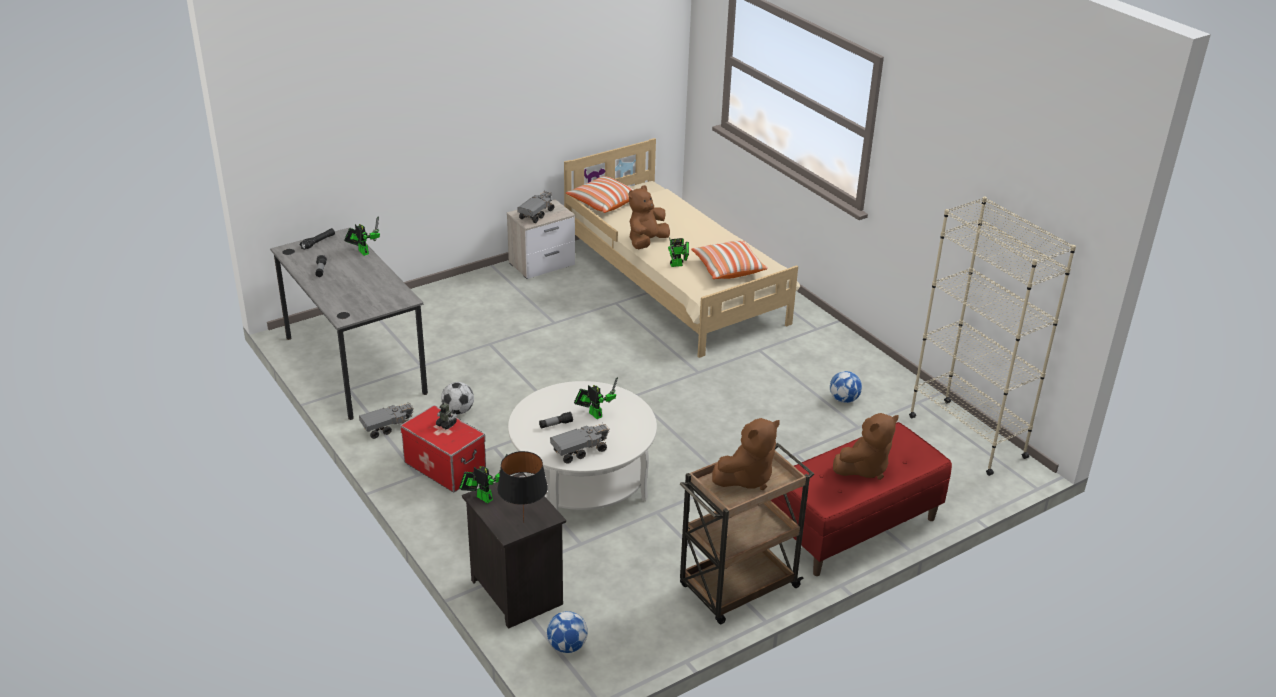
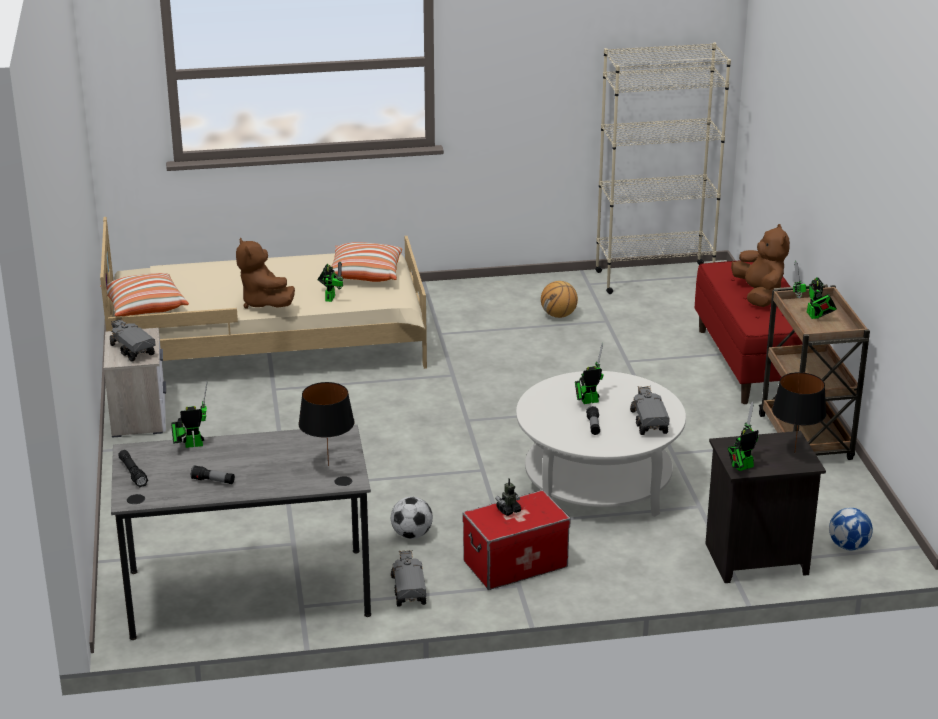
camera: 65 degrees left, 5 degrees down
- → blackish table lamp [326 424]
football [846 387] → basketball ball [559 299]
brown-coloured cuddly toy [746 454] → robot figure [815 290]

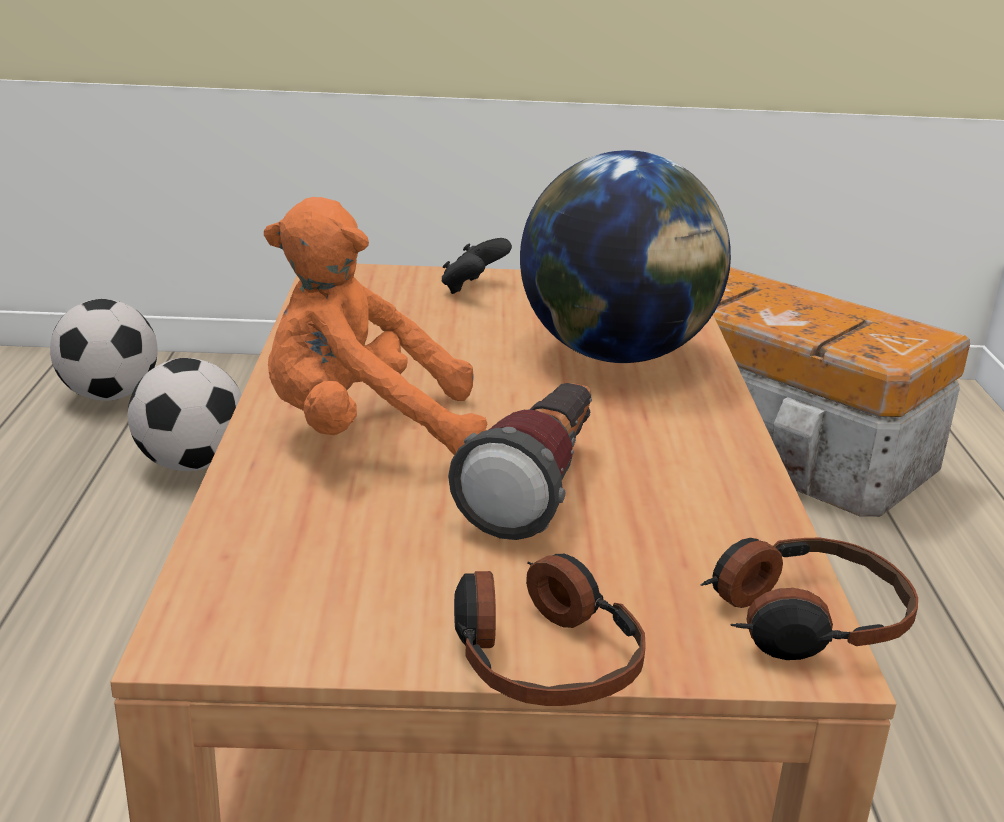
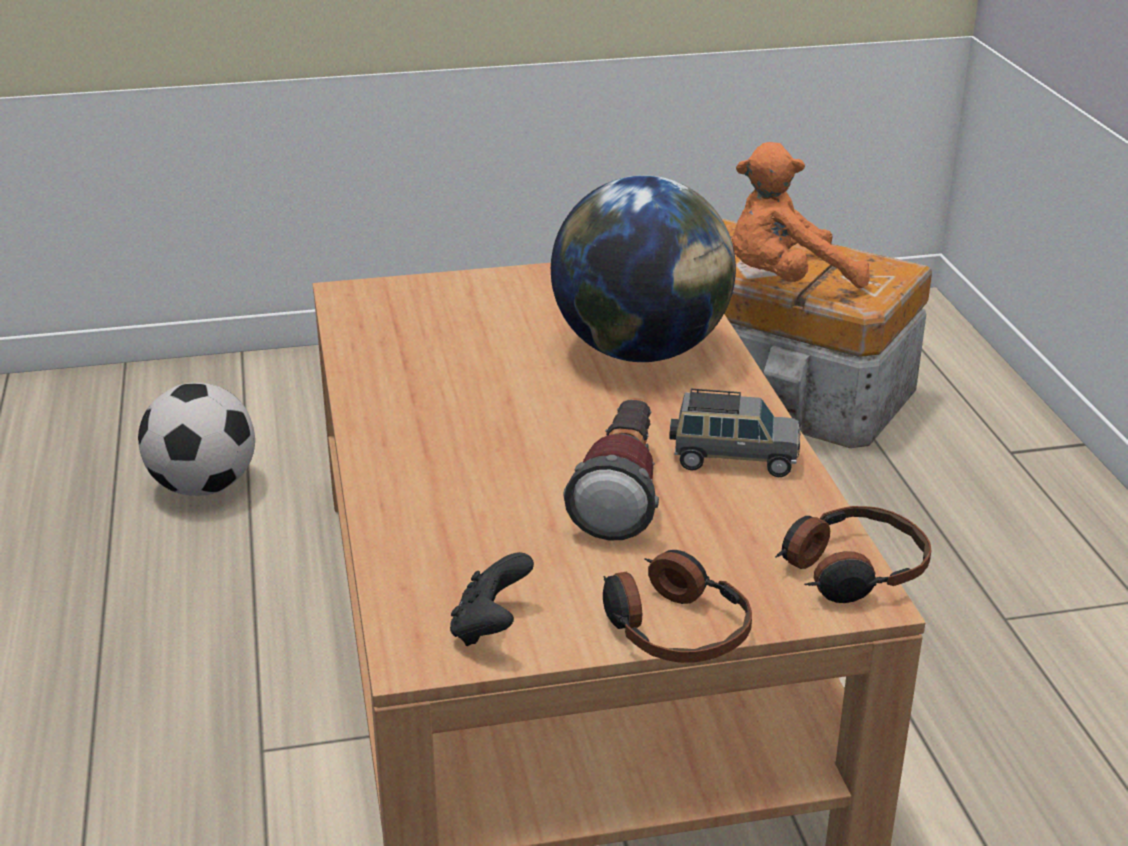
camera: 10 degrees left, 5 degrees up
blackish game controller [476 266] → blackish game controller [492 599], shifted
- → greyish toy car [734 433]
orange cuddly toy [375 326] → orange cuddly toy [801 215], shifted
football [104 350] → -

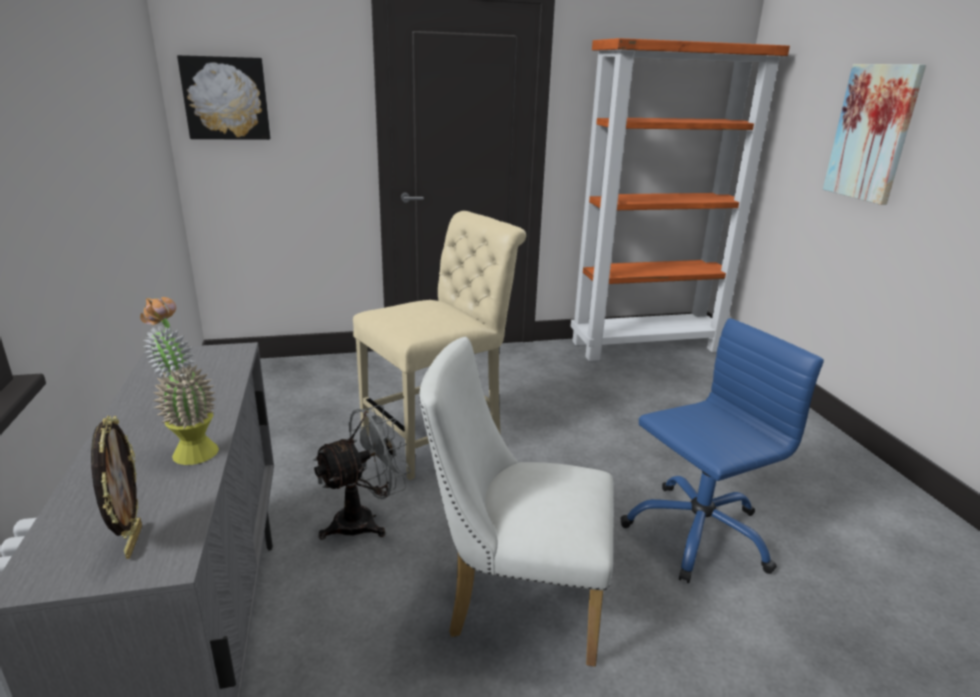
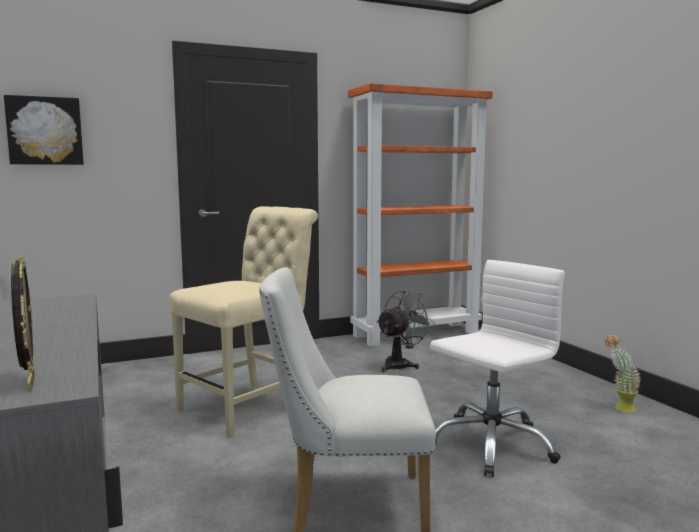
camera: 10 degrees left, 15 degrees down
greyish fan [362 472] → greyish fan [406 331], shifted
bluish office chair [722 450] → white office chair [497 368]
houseplant [179 381] → houseplant [623 373], shifted
wall picture [874 134] → -

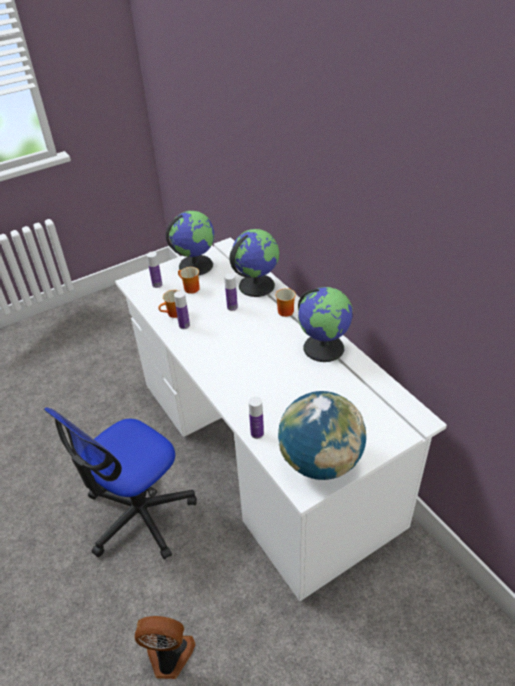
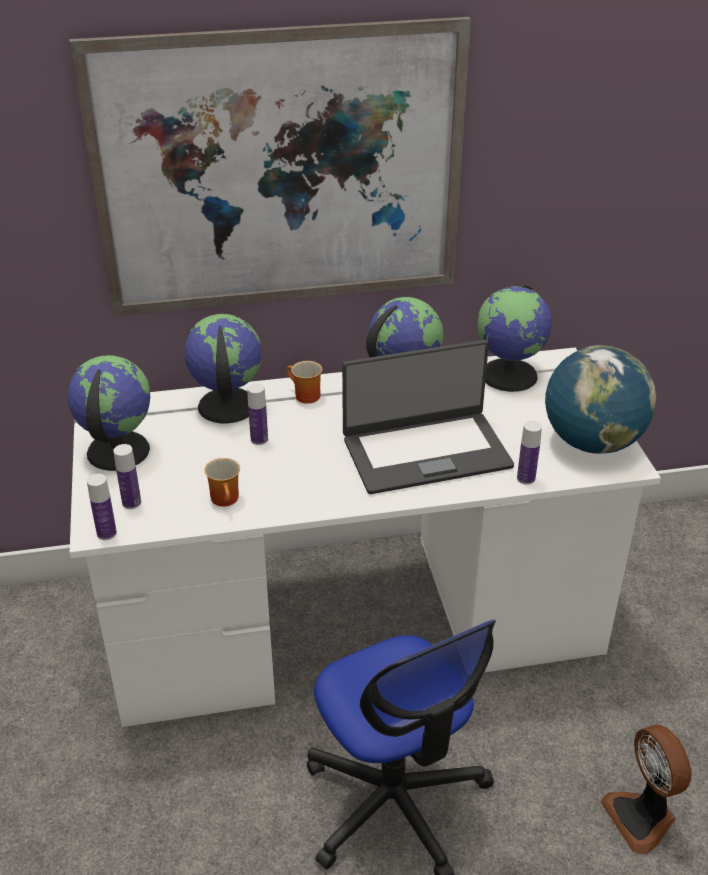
camera: 70 degrees left, 5 degrees down
- → wall picture [270 166]
bottle [182 310] → bottle [102 507], shifted
- → portable computer [428 417]
- → globe [515 338]
fan [165 647] → fan [645 789], 45 degrees counterclockwise
coffee mug [189 280] → -

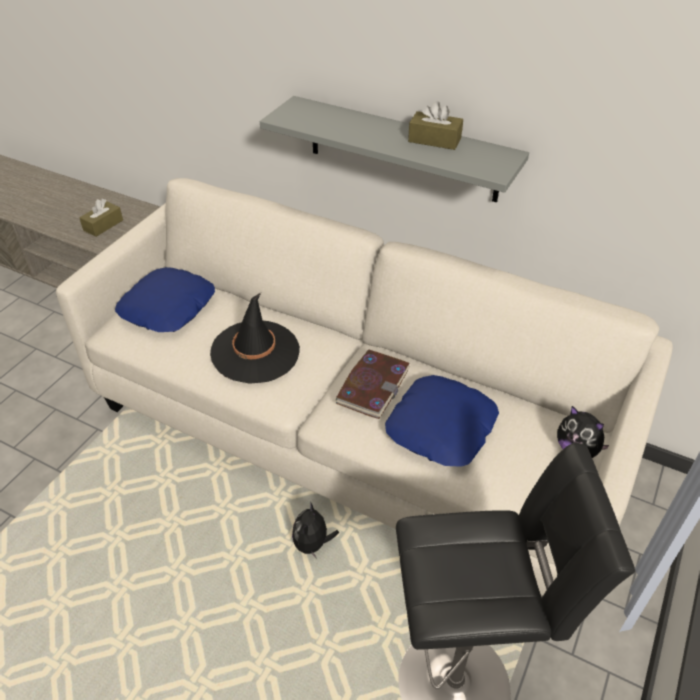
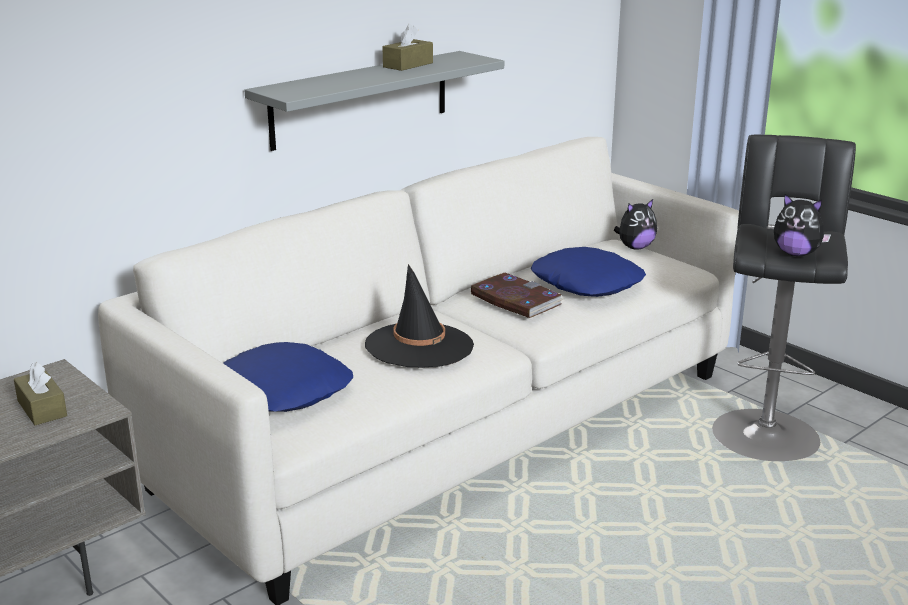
camera: 70 degrees left, 20 degrees down
cuddly toy [315 530] → cuddly toy [802 225], shifted

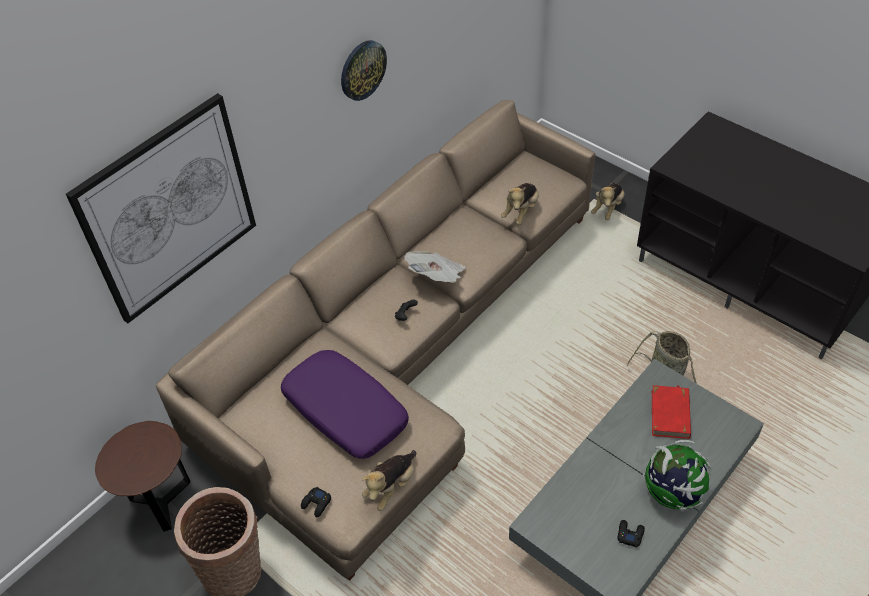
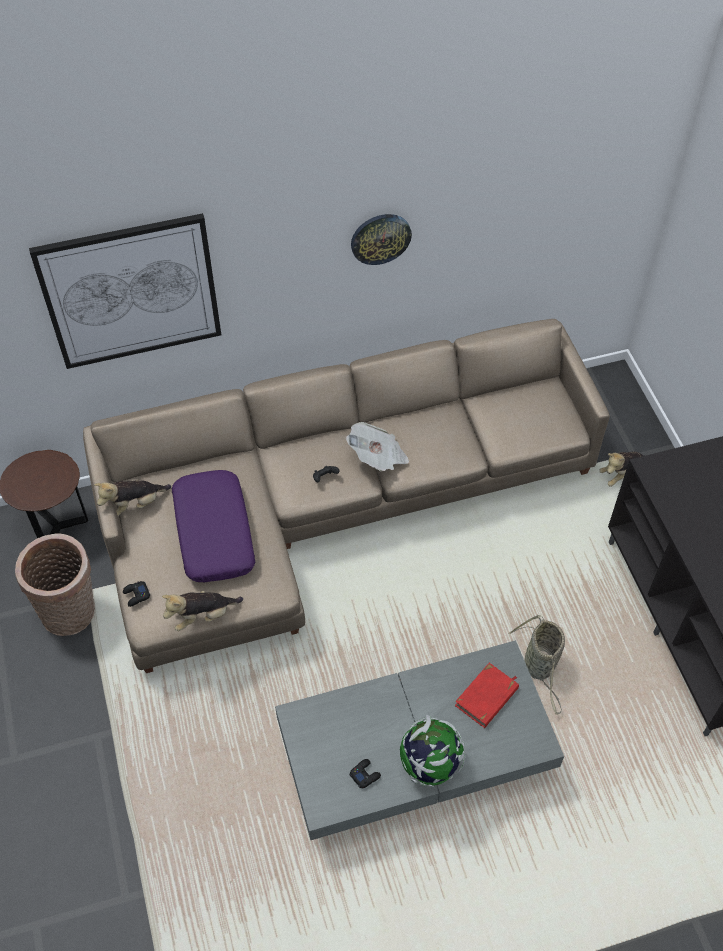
camera: 30 degrees right, 5 degrees up
cuddly toy [520 204] → cuddly toy [132 498], shifted

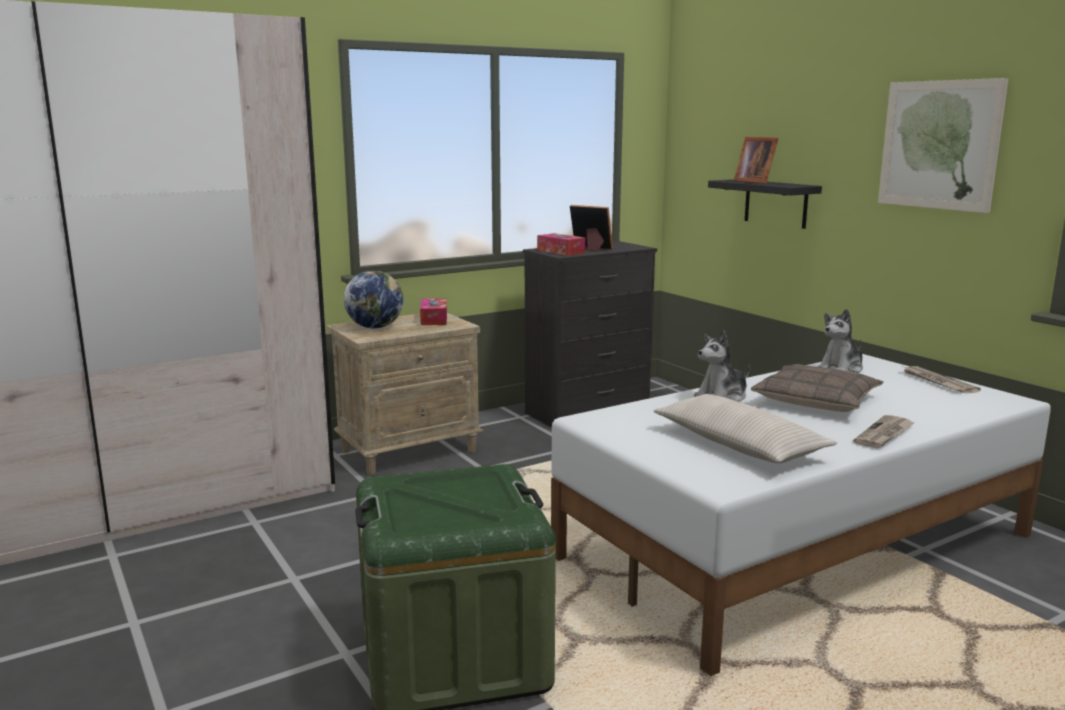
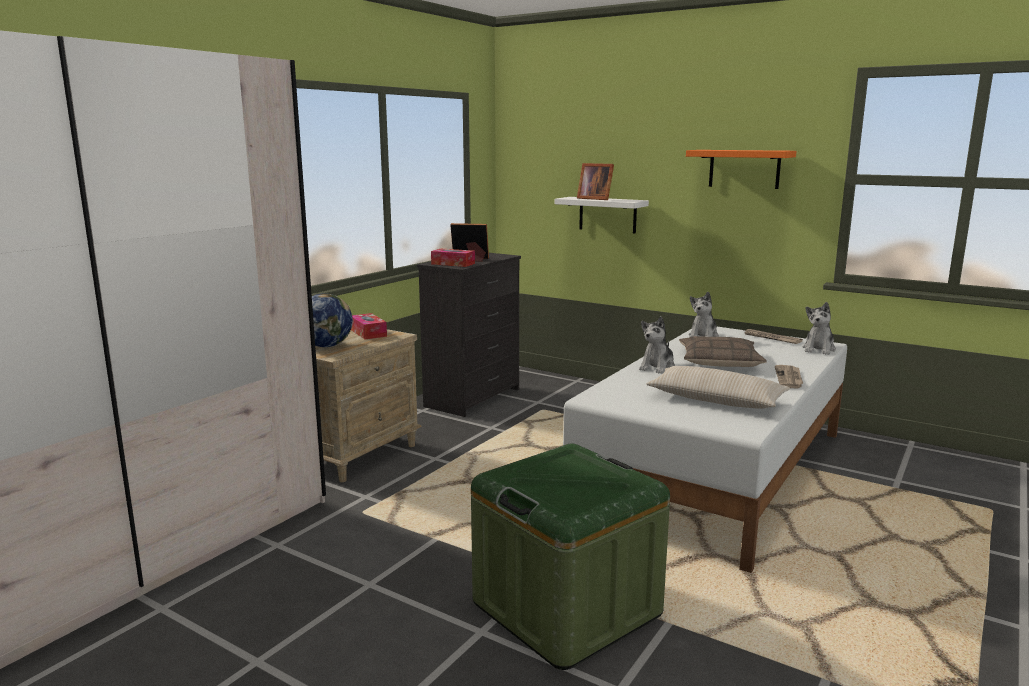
camera: 25 degrees left, 0 degrees up
blackish bracket shelf [765 204] → white bracket shelf [602 215]
wall picture [943 145] → orange bracket shelf [741 169]
- → cuddly toy [819 328]

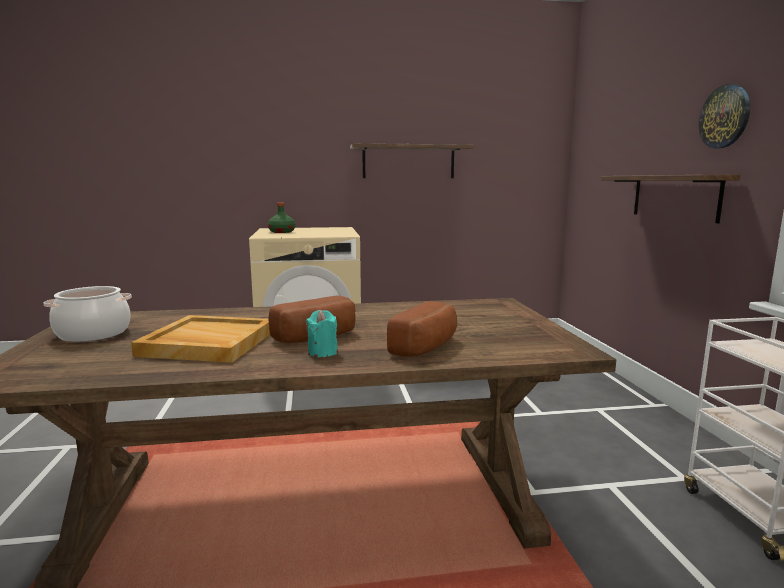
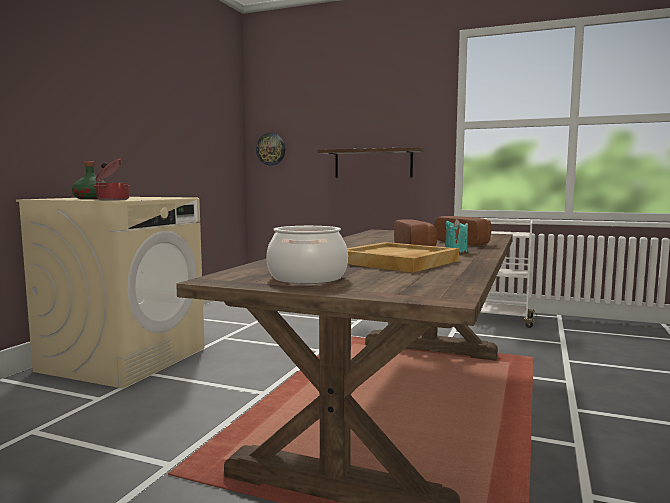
camera: 60 degrees left, 5 degrees down
- → saucepot [111 179]
hanging clock [724 116] → hanging clock [270 149], shifted
bracket shelf [411 160] → -

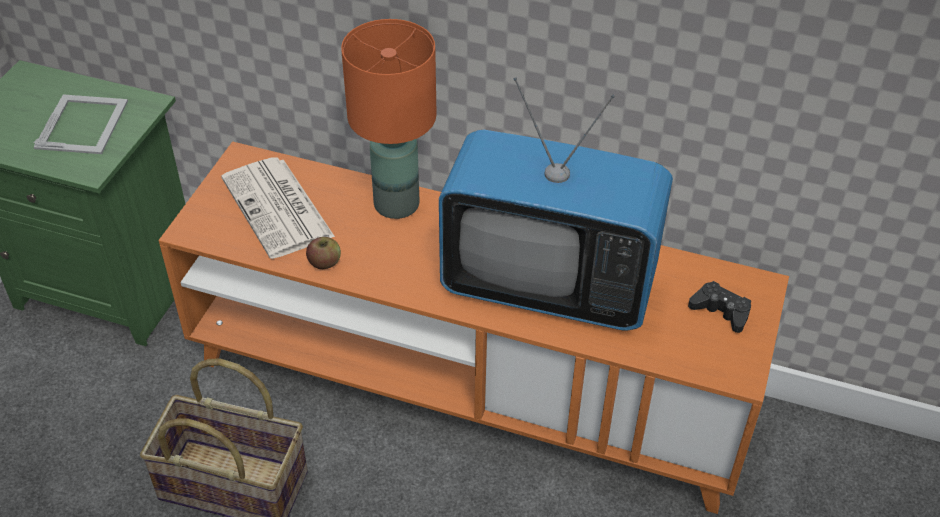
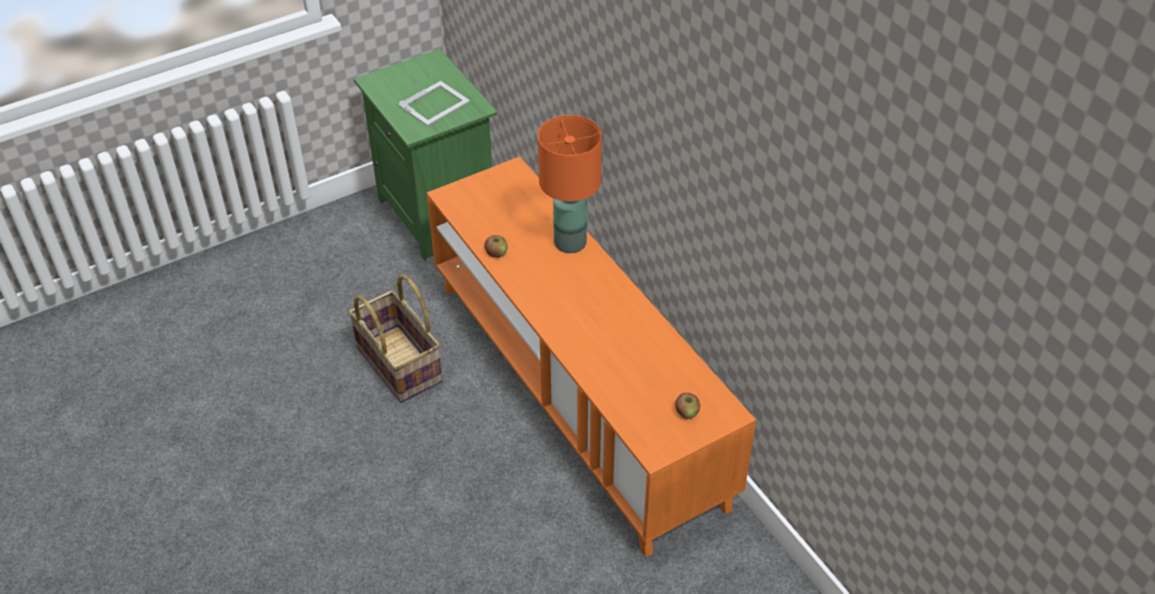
camera: 40 degrees right, 0 degrees up
blackish game controller [719 307] → whole apple [687 406]
printed paper [278 208] → -
TV [556 203] → -

